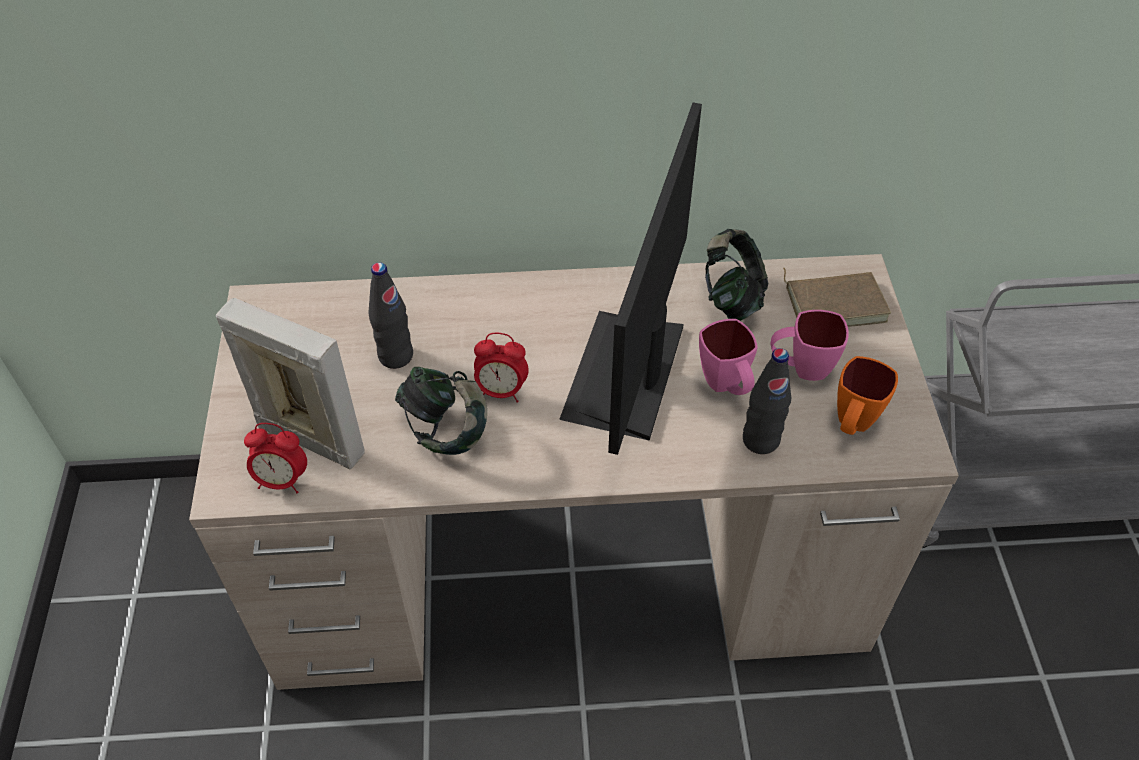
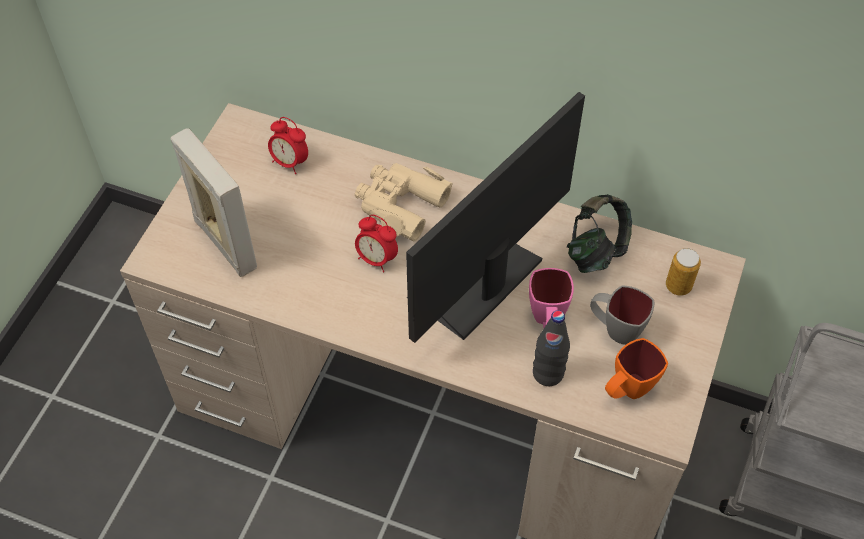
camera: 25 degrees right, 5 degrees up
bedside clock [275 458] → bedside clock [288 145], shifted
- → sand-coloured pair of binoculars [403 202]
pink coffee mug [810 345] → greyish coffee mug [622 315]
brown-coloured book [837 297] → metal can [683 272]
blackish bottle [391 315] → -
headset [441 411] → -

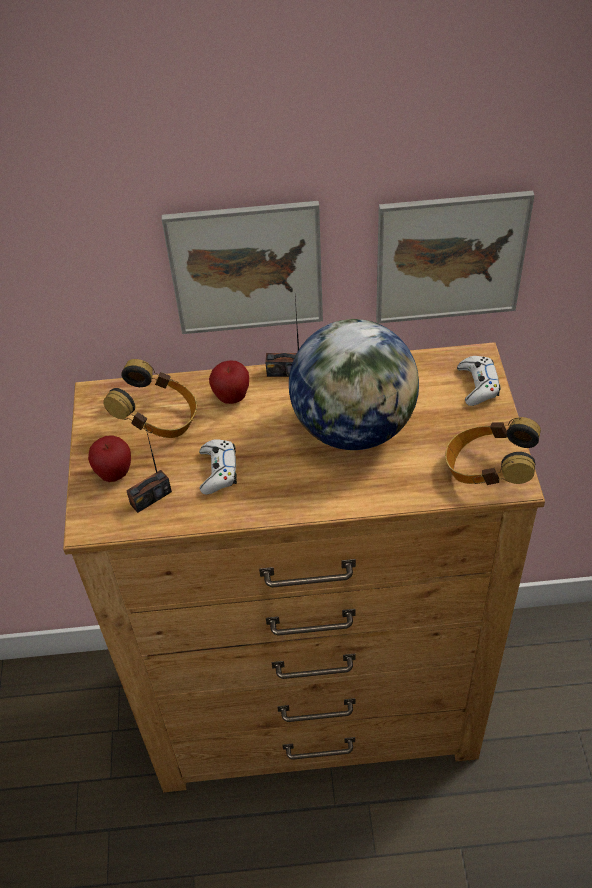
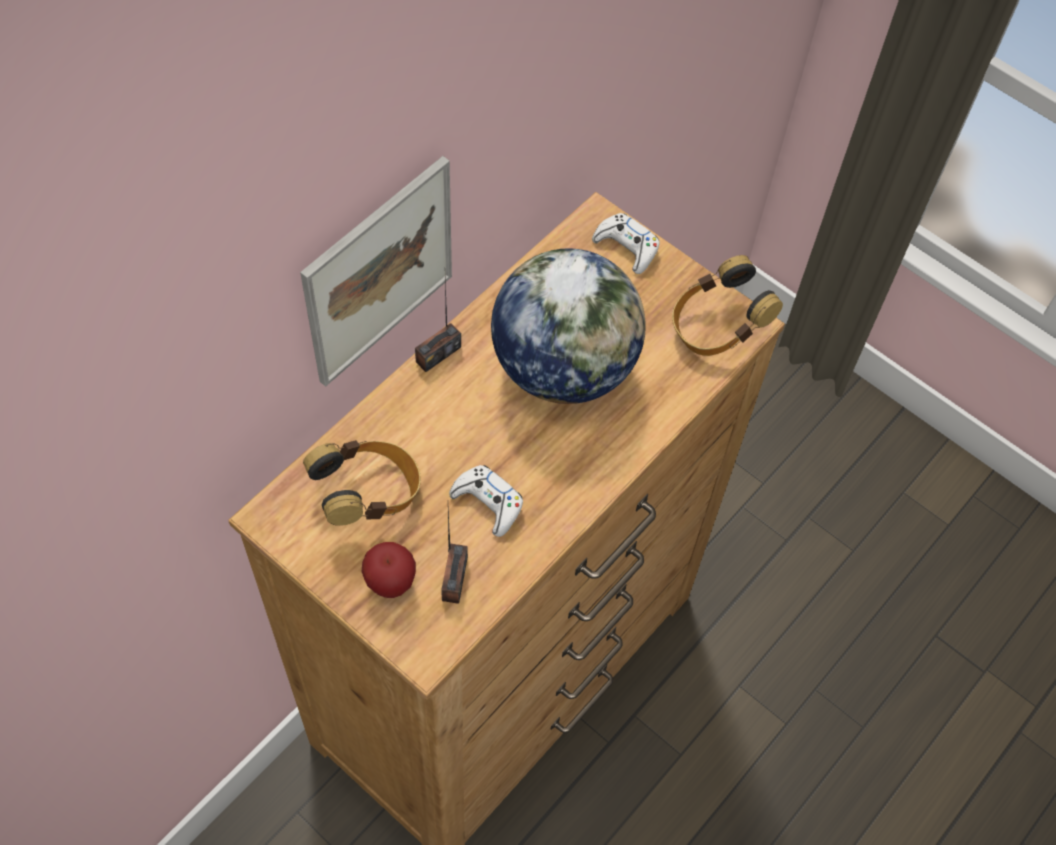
camera: 50 degrees left, 10 degrees up
whole apple [229 382] → -
wall picture [455 257] → -

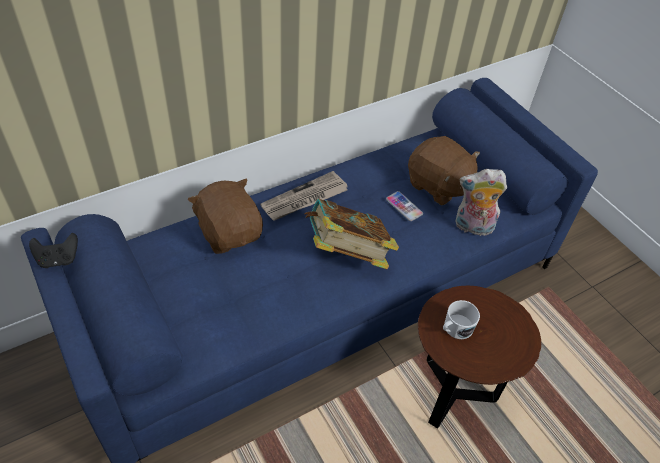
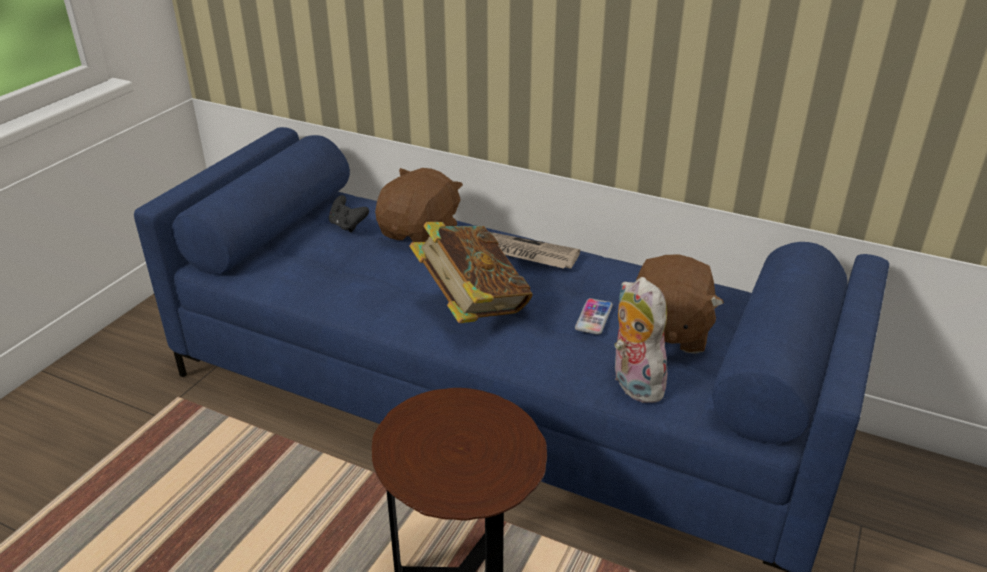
camera: 60 degrees right, 15 degrees down
blackish game controller [53 250] → blackish game controller [349 214], shifted
white coffee mug [461 319] → -

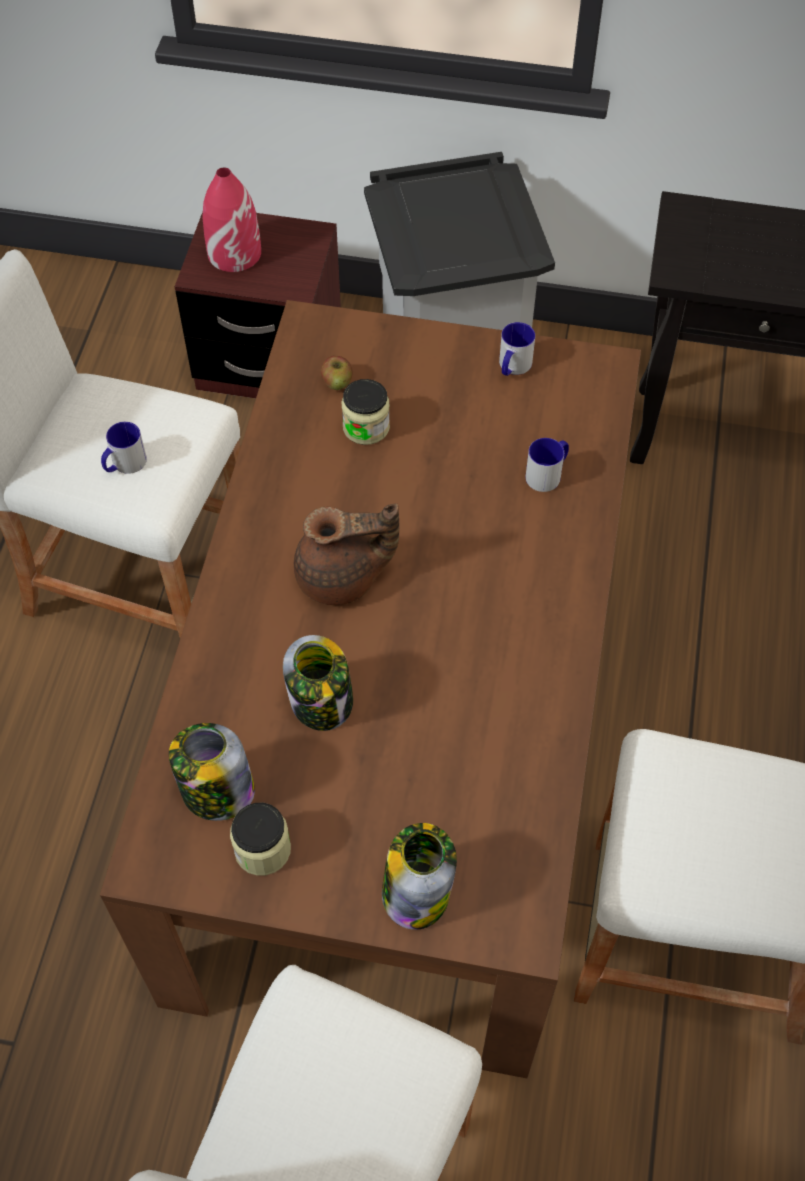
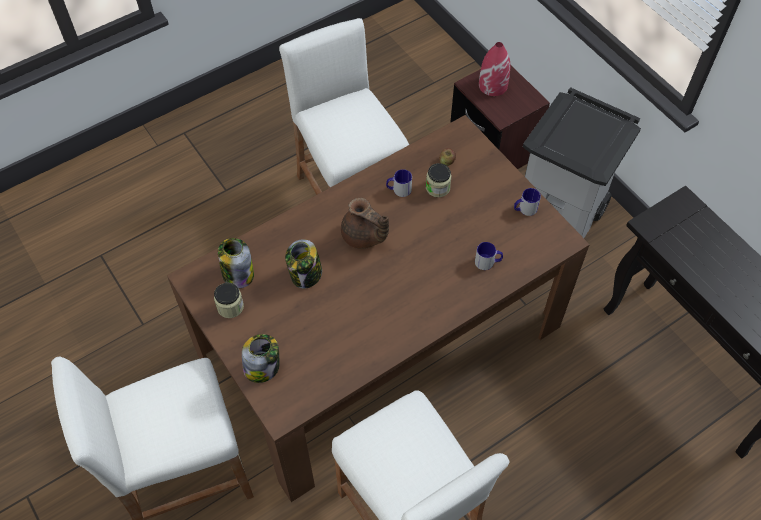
camera: 45 degrees right, 0 degrees up
coffee mug [124 448] → coffee mug [399 183], shifted

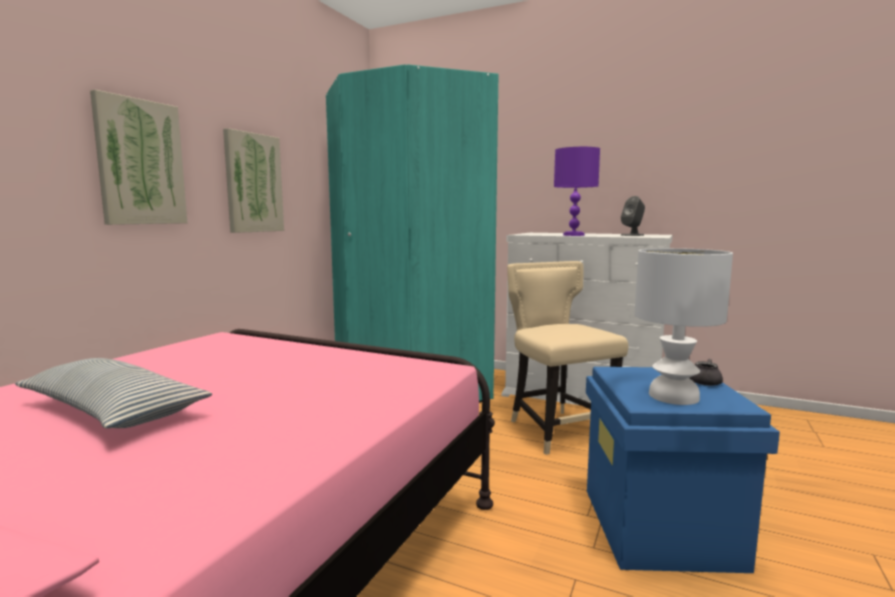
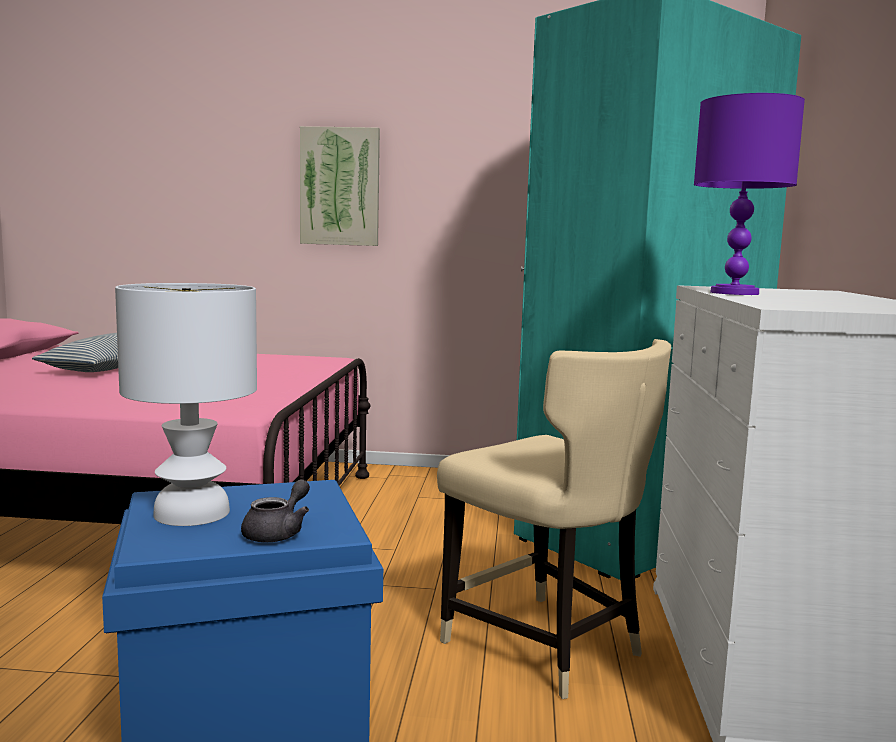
camera: 70 degrees right, 0 degrees up
sand-coloured chair [567 358] → sand-coloured chair [554 519], 90 degrees clockwise
wall picture [253 180] → -
greyish loudspeaker [633 216] → -

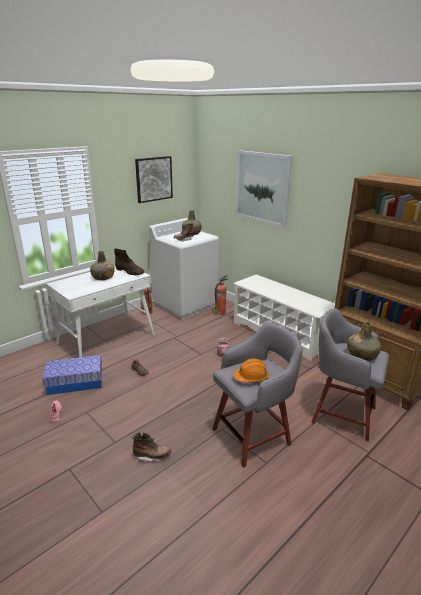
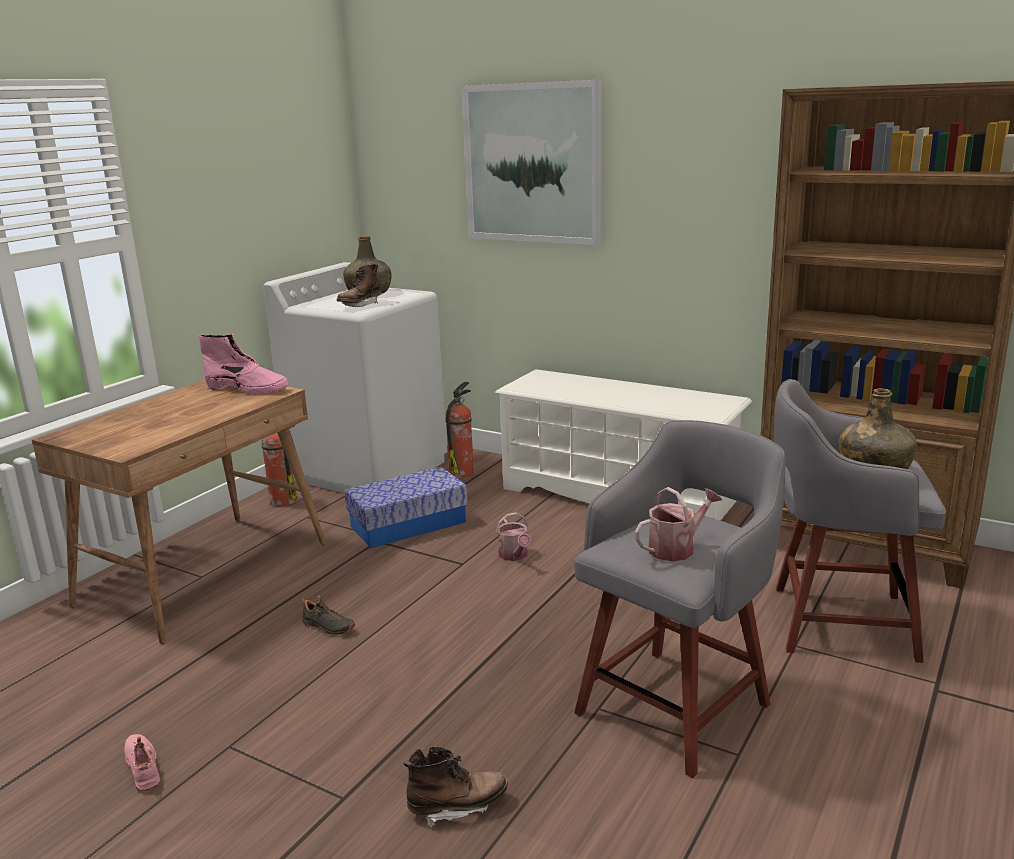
camera: 15 degrees left, 5 degrees down
white desk [100 311] → brown-coloured desk [179 512]
brown-coloured tall boot [129 261] → pink tall boot [244 364]
storage bin [72 375] → storage bin [406 507], shifted
orange work helmet [251 370] → watering can [678 524]
greenish bottle [102 265] → -
wall picture [154 179] → -

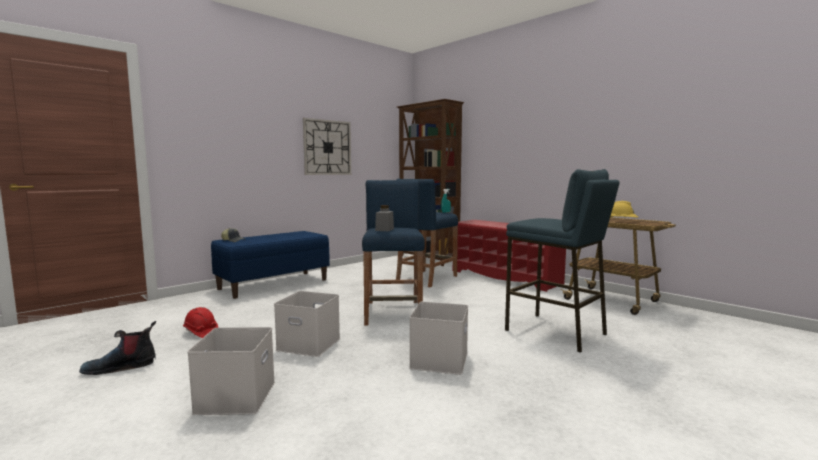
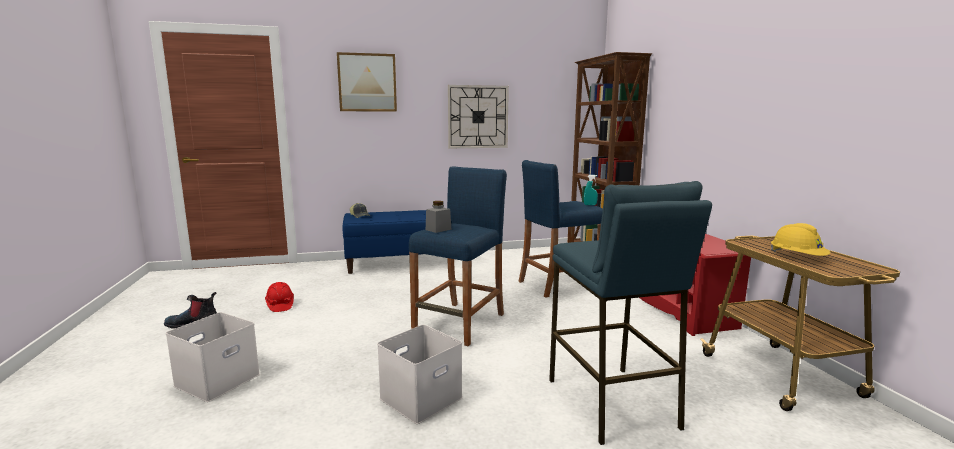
camera: 30 degrees right, 5 degrees up
- → wall picture [367 82]
white storage bin [307 324] → -

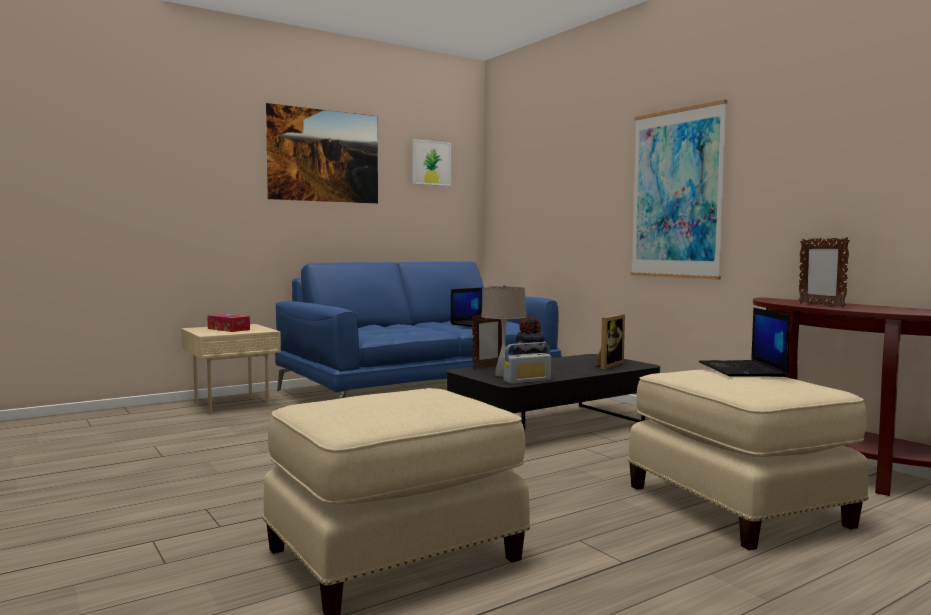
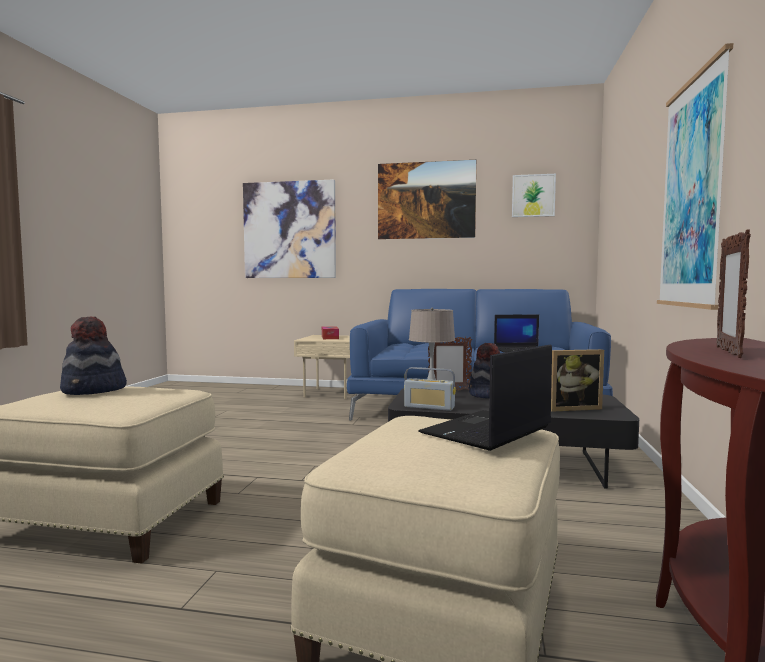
camera: 45 degrees right, 0 degrees up
- → wearable hat [93 356]
- → wall picture [289 228]

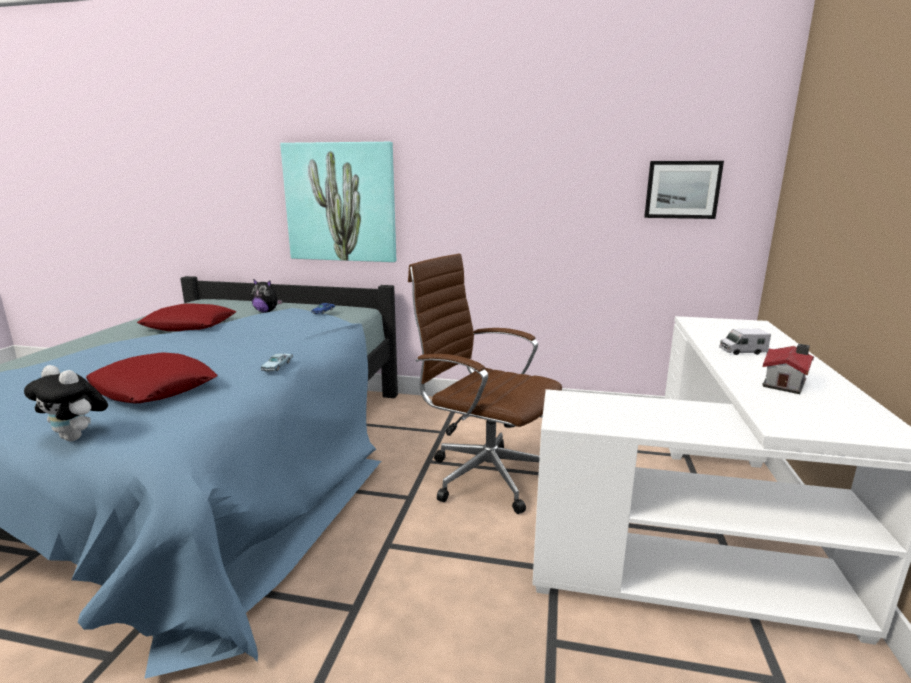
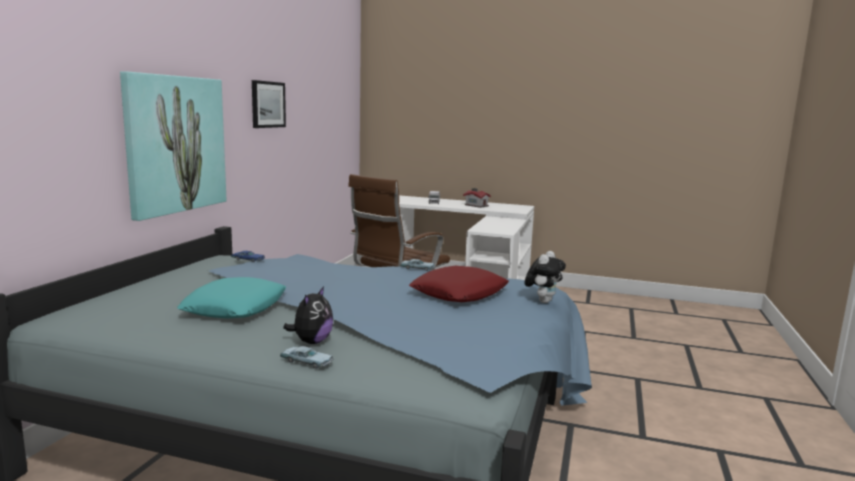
camera: 85 degrees left, 5 degrees down
reddish pillow [186 317] → blue-green pillow [231 298]
wall picture [684 190] → wall picture [269 104], shifted
- → bluish toy car [307 357]
cuddly toy [266 296] → cuddly toy [308 315], shifted

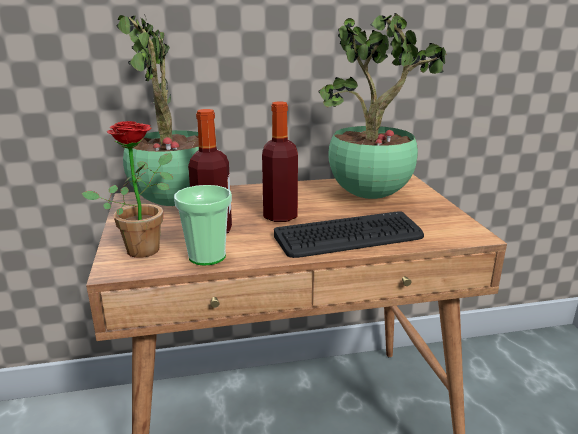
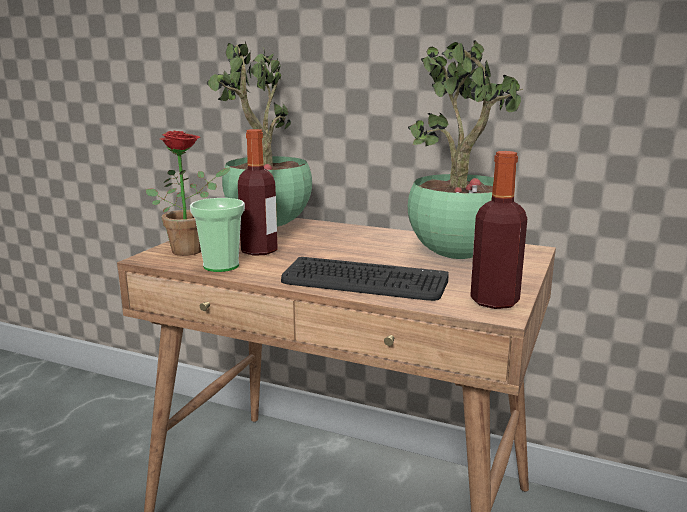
camera: 35 degrees right, 5 degrees down
bottle [280 162] → bottle [498 230], shifted

